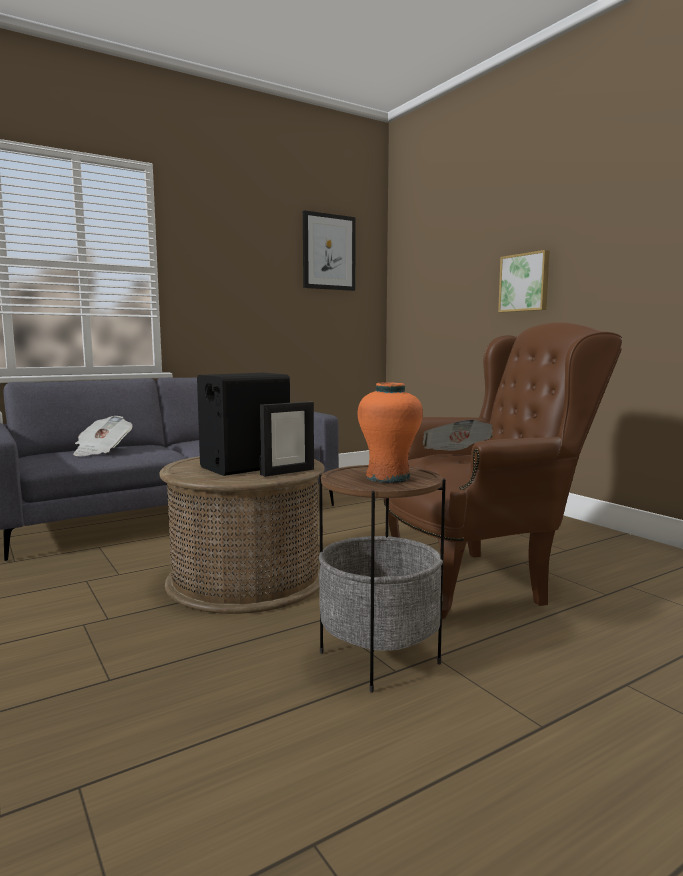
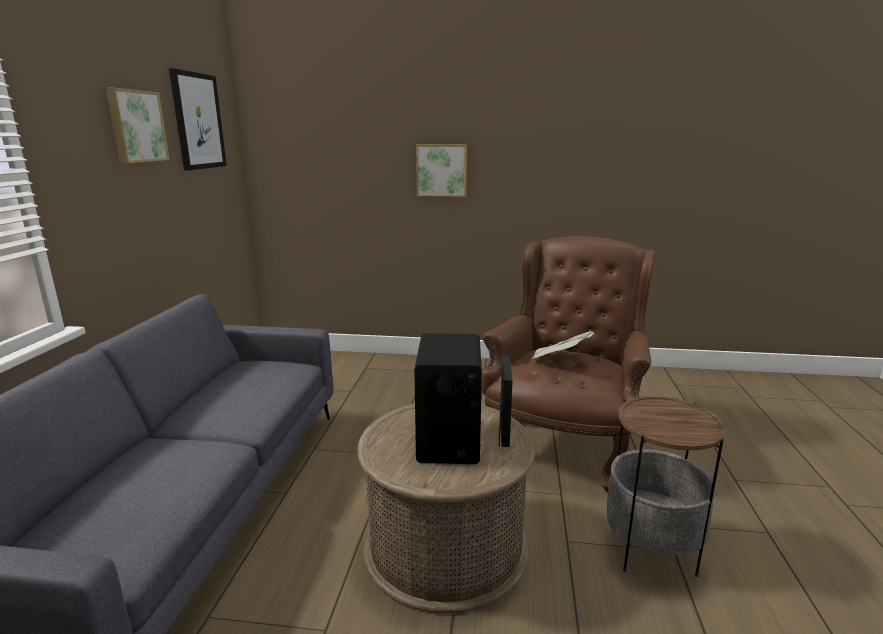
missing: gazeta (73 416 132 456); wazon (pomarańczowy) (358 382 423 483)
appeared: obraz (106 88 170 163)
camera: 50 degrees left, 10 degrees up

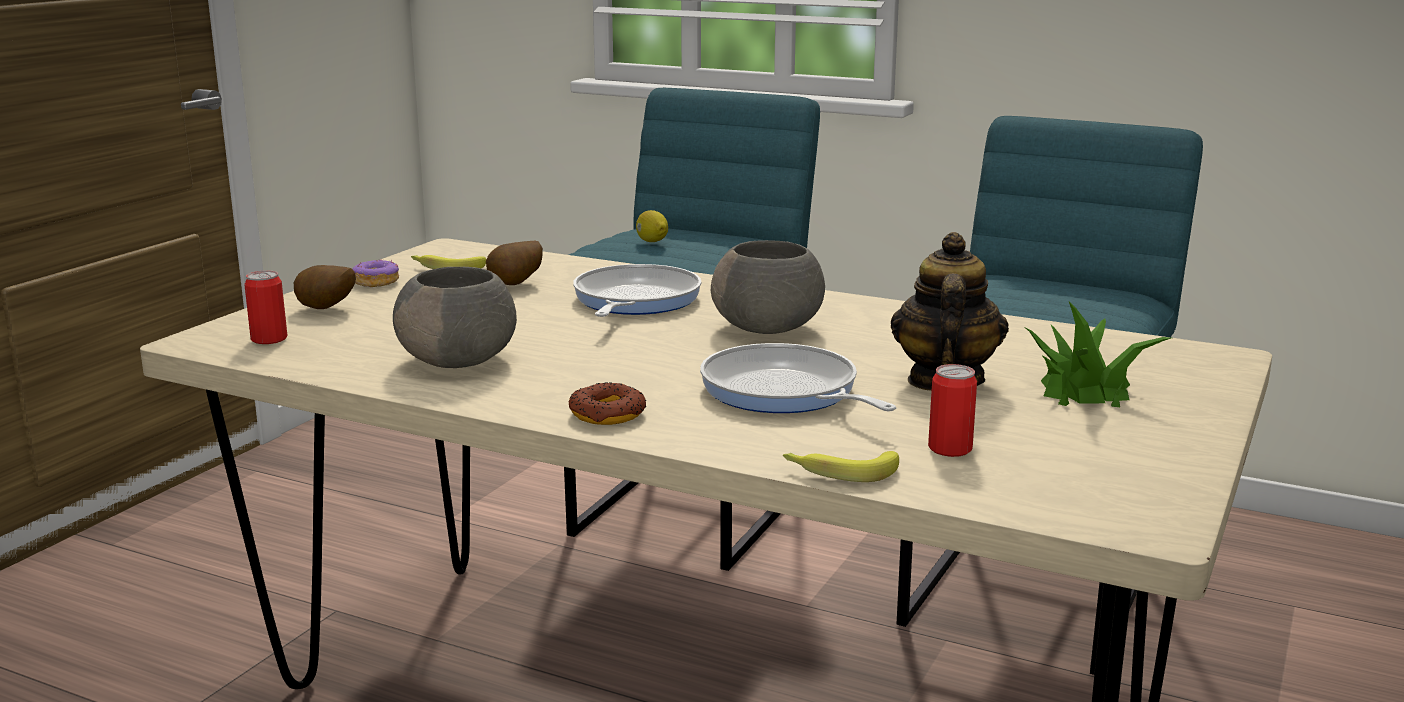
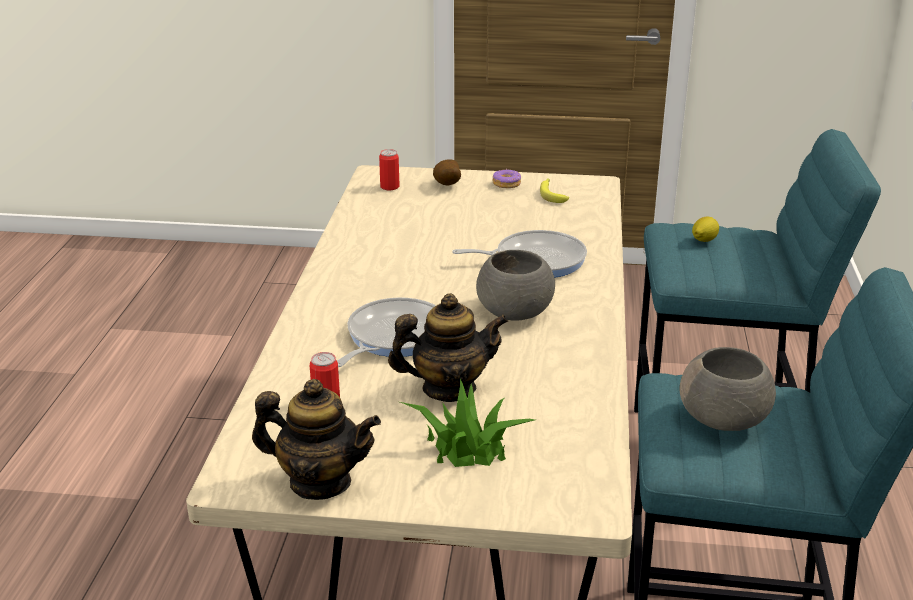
missing: ziemniak (486 241 543 285); donut (569 382 646 425); banan (783 451 899 482)
appeared: imbryk (252 379 381 500)
relocated: miska (szary) (393 267 517 368) to (680 347 776 431)
camera: 70 degrees right, 10 degrees up

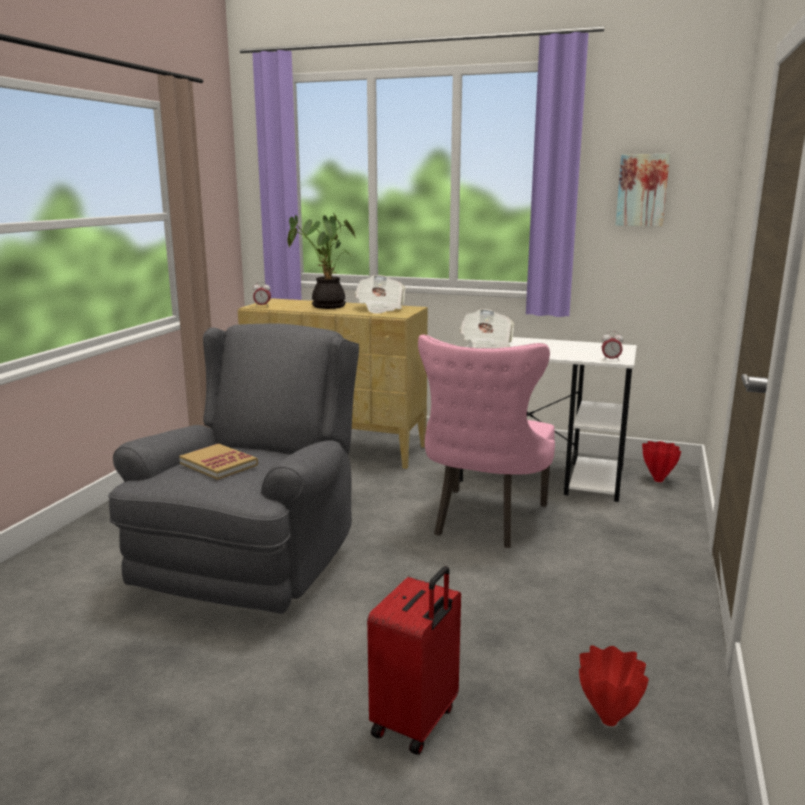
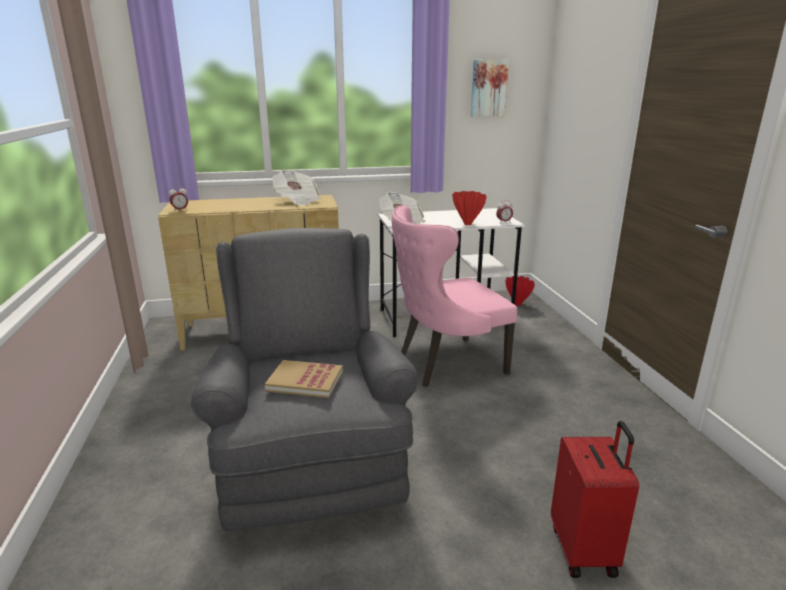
missing: roślina doniczkowa (287 213 355 309)
relocated: wazon (czerwony) (579 645 649 726) to (452 191 487 225)
spun: krzesło (różowy) (418 334 555 548) = (392 205 517 387) 75 degrees clockwise
camera: 30 degrees left, 5 degrees up

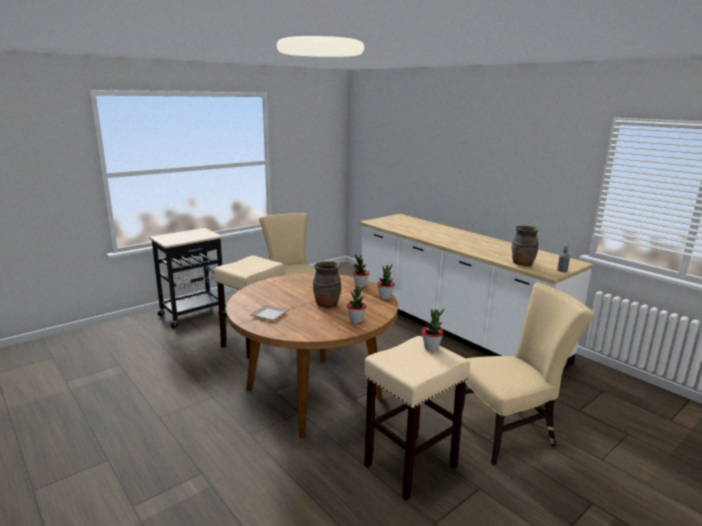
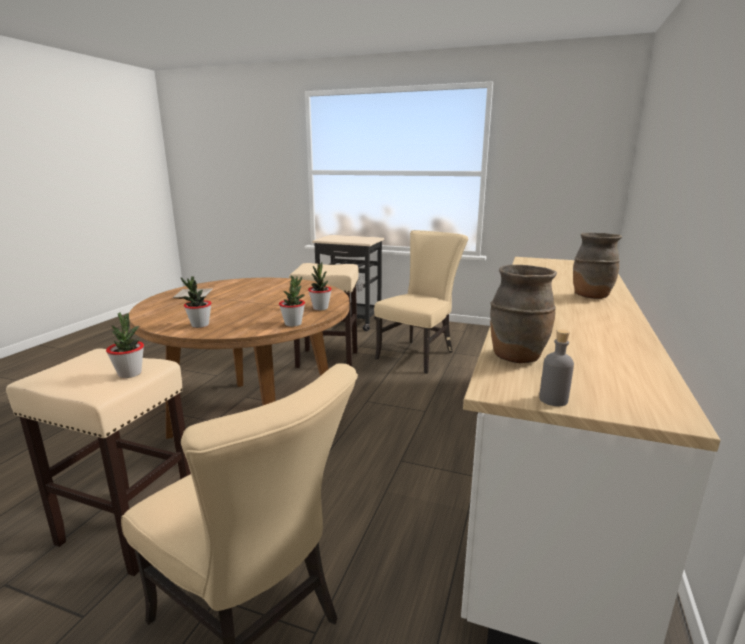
relocated: wazon (brązowy) (313 261 341 307) to (573 233 622 299)
camera: 60 degrees right, 0 degrees up

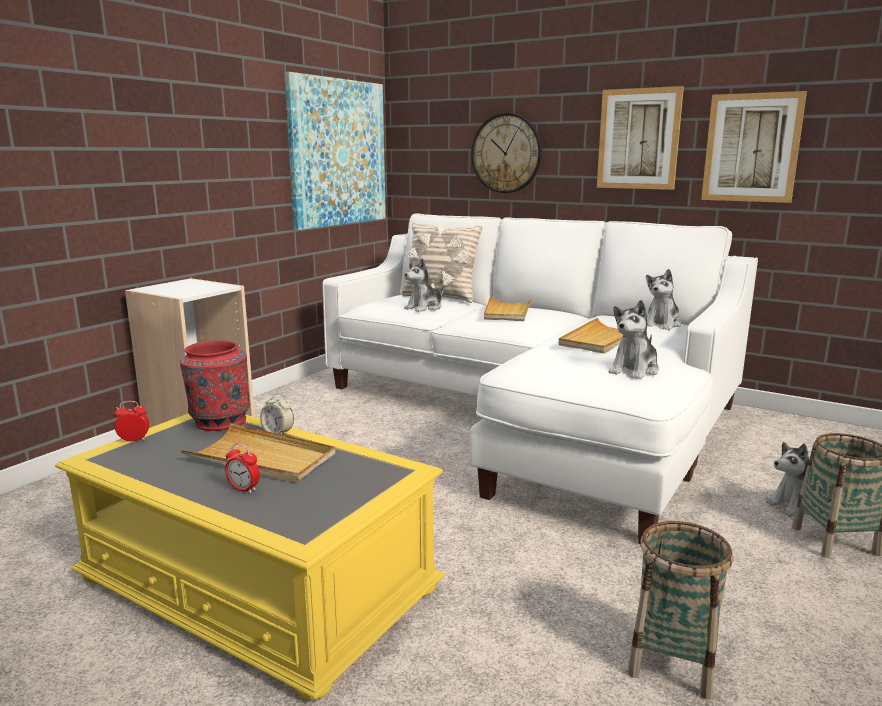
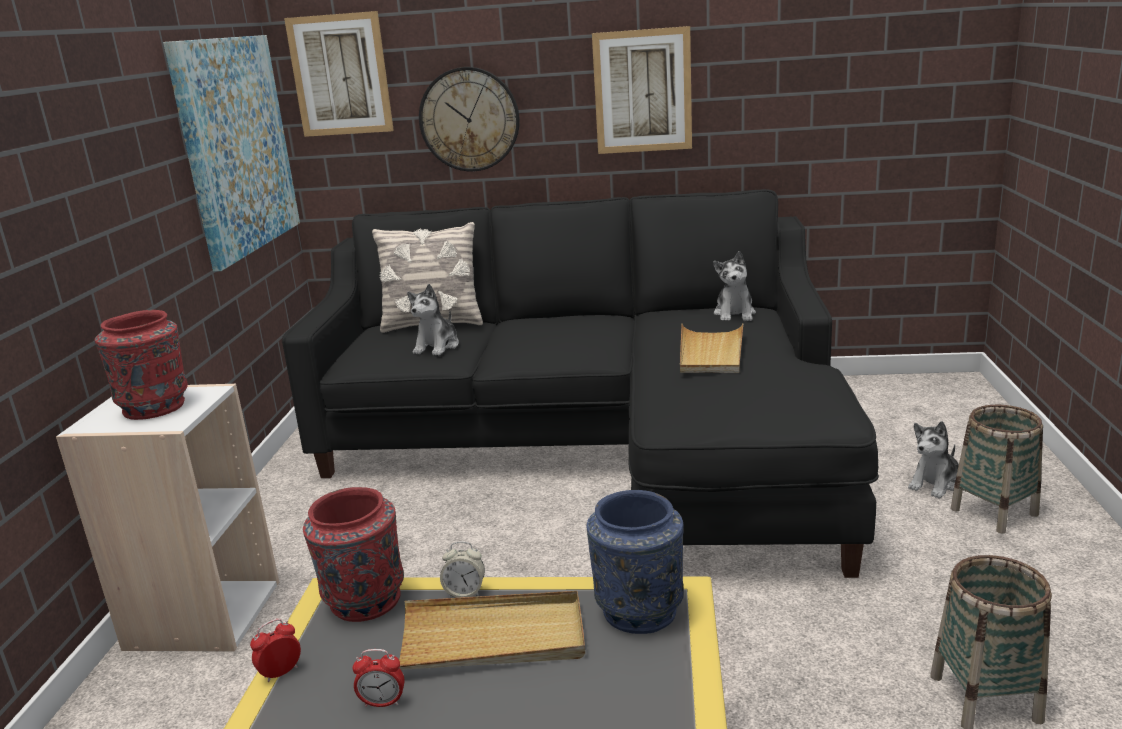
missing: taca (beżowy) (484 296 533 321); pluszak (609 300 659 379)
appeared: wazon (czerwony) (94 310 188 420); wazon (niebieski) (586 490 684 634)
relocated: budzik (225 444 260 494) to (352 649 405 707); obraz (701 91 807 203) to (284 11 394 137)
colour: kanapa (biały) (322 213 758 544) to kanapa (czarny) (282 189 879 578)
camera: 25 degrees left, 5 degrees up

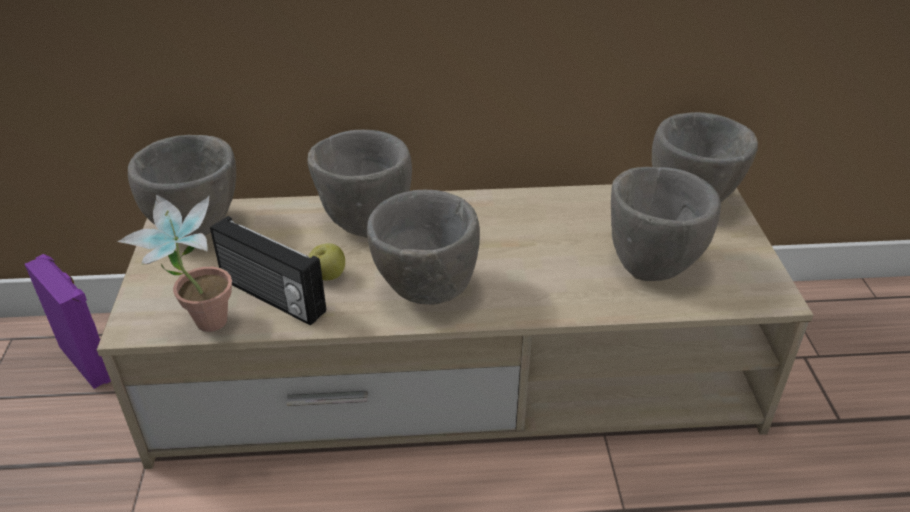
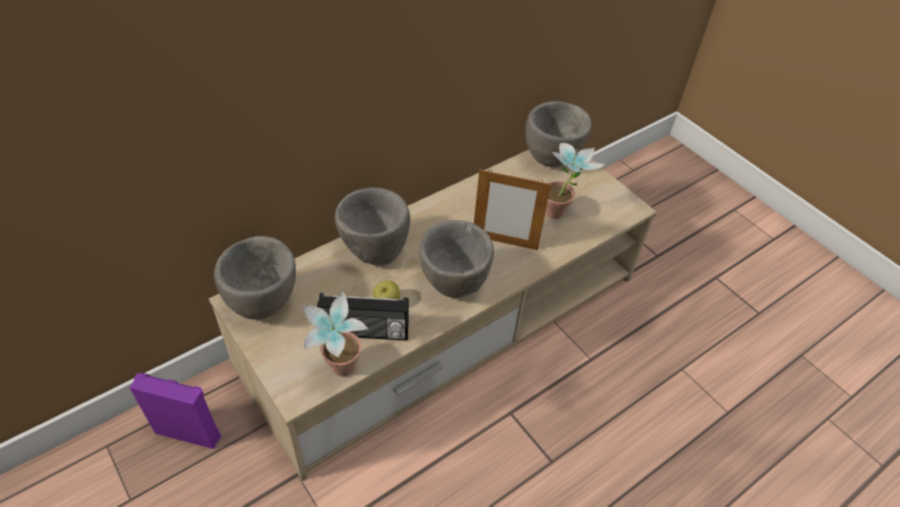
appeared: ramka na zdjęcie (474 169 551 250)
exchanged: miska (szary) (611 167 721 281) to roślina doniczkowa (545 143 604 219)
camera: 35 degrees left, 10 degrees up

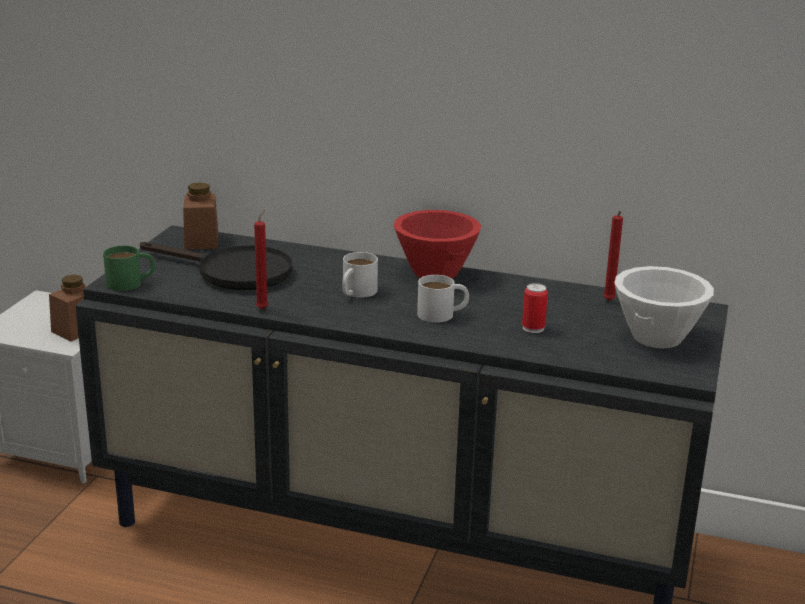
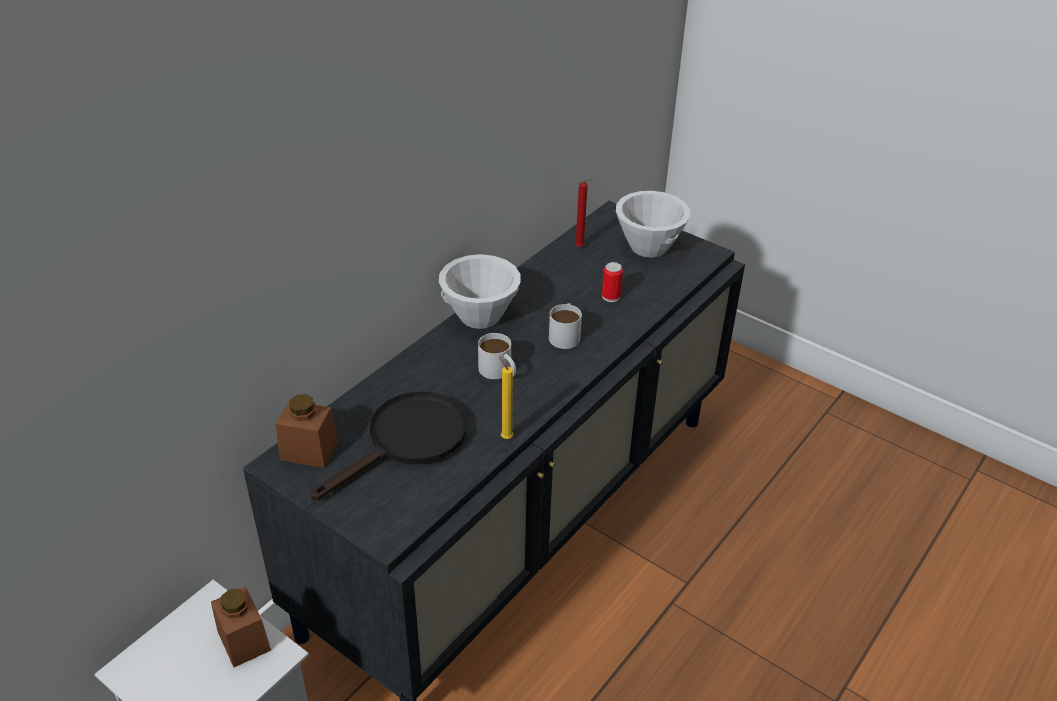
missing: kubek (zielony) (103 246 155 291)
colour: świeca (czerwony) (254 210 269 310) to świeca (żółty) (499 356 513 439); miska (czerwony) (393 210 481 279) to miska (biały) (439 254 521 329)
camera: 70 degrees left, 15 degrees up

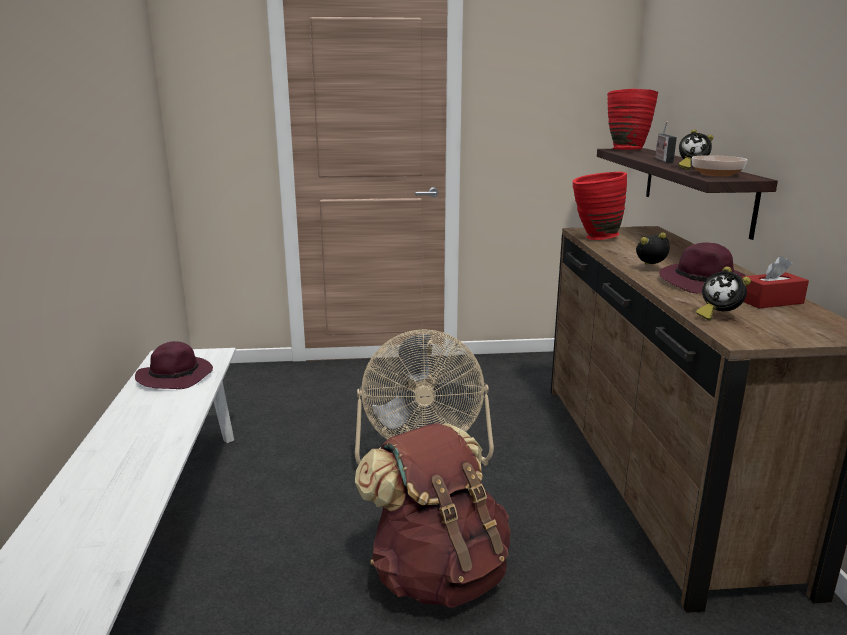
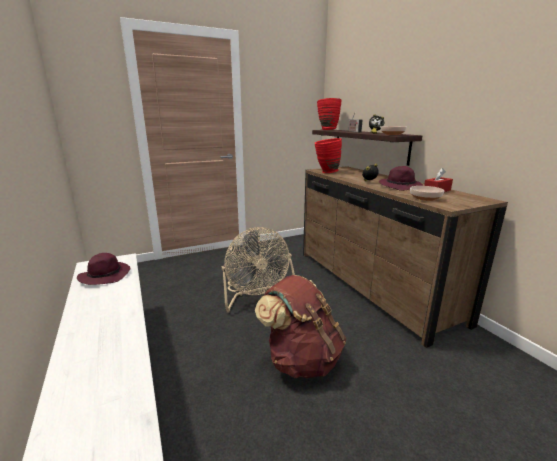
exchanged: budzik (696 266 751 321) to miska (410 186 445 201)
camera: 20 degrees left, 0 degrees up

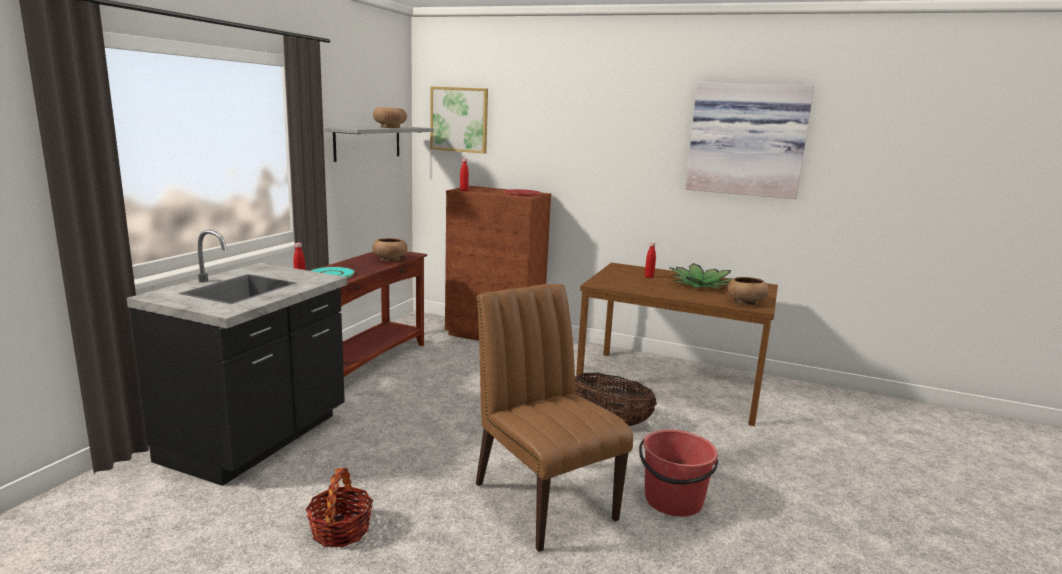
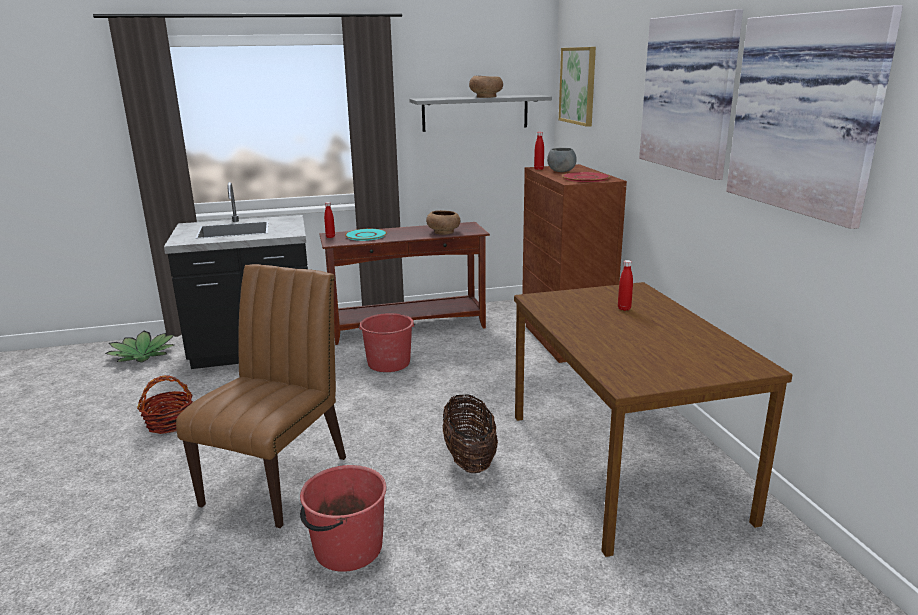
missing: miska (brązowy) (727 277 769 306)
appeared: wiadro (czerwony) (358 313 415 372); miska (szary) (547 148 577 172); obraz (639 9 743 180)
relocated: roślina doniczkowa (668 263 733 289) to (105 331 175 362)
camera: 55 degrees right, 5 degrees up

